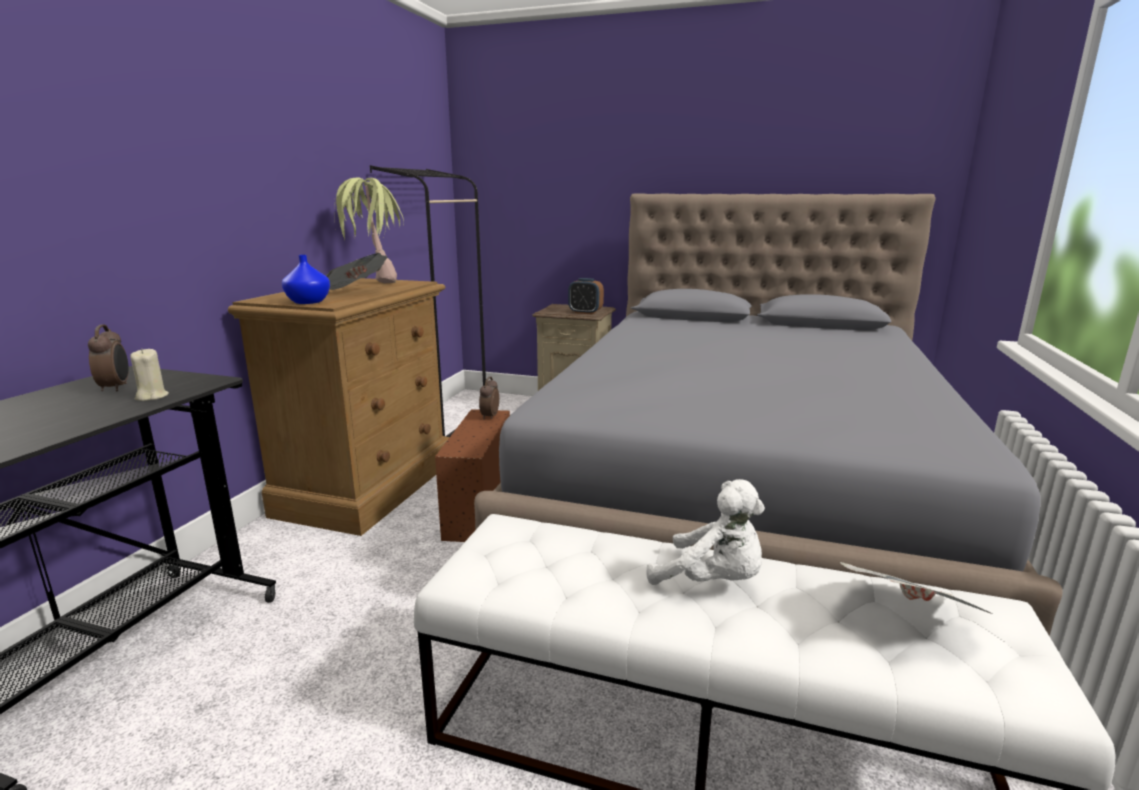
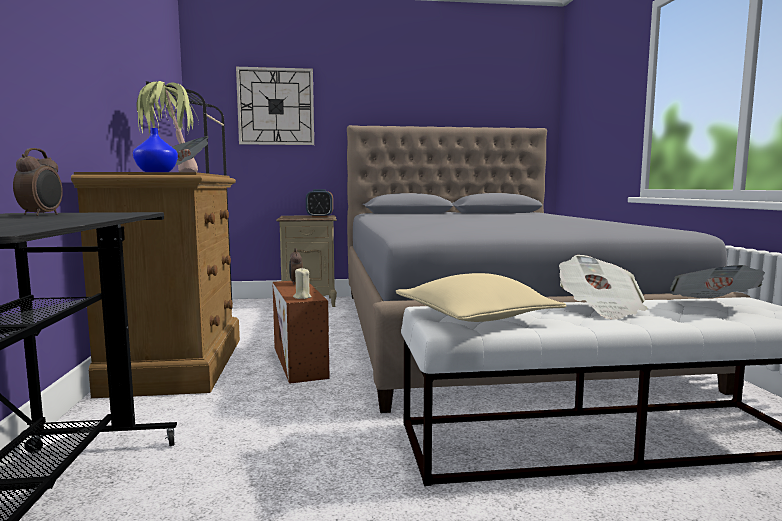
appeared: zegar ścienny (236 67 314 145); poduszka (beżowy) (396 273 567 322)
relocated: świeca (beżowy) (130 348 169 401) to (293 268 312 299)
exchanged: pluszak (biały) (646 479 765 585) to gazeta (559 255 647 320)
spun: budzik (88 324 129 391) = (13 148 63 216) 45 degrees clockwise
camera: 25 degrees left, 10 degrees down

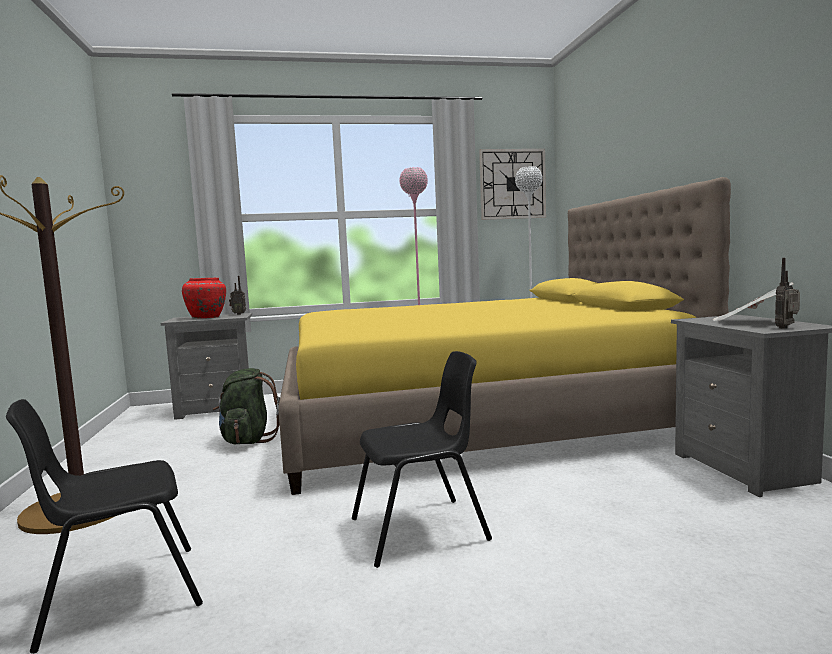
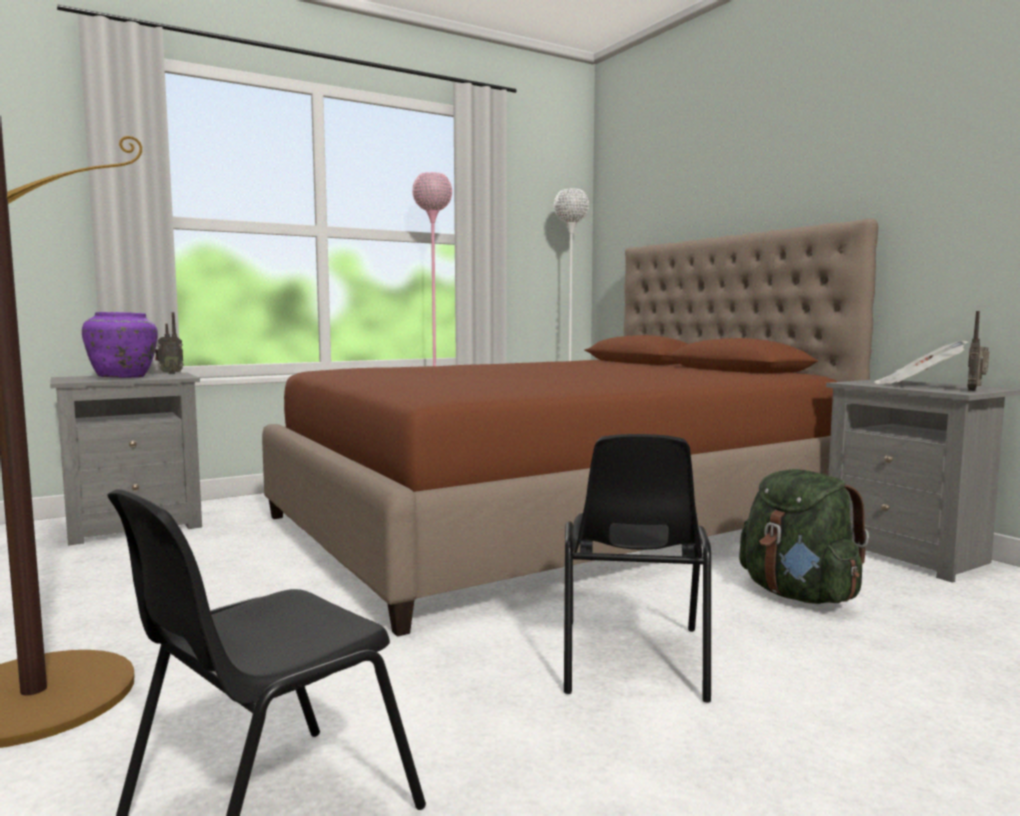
missing: zegar ścienny (479 149 546 220)
relocated: plecak (zielony) (213 368 280 444) to (739 469 869 604)
colour: wazon (czerwony) (182 278 226 318) to wazon (fioletowy) (82 312 158 378); łóżko (żółty) (278 177 731 495) to łóżko (brązowy) (262 218 878 637)
spun: krzesło (czarny) (352 351 492 568) = (564 434 711 703) 135 degrees clockwise
camera: 20 degrees left, 0 degrees up

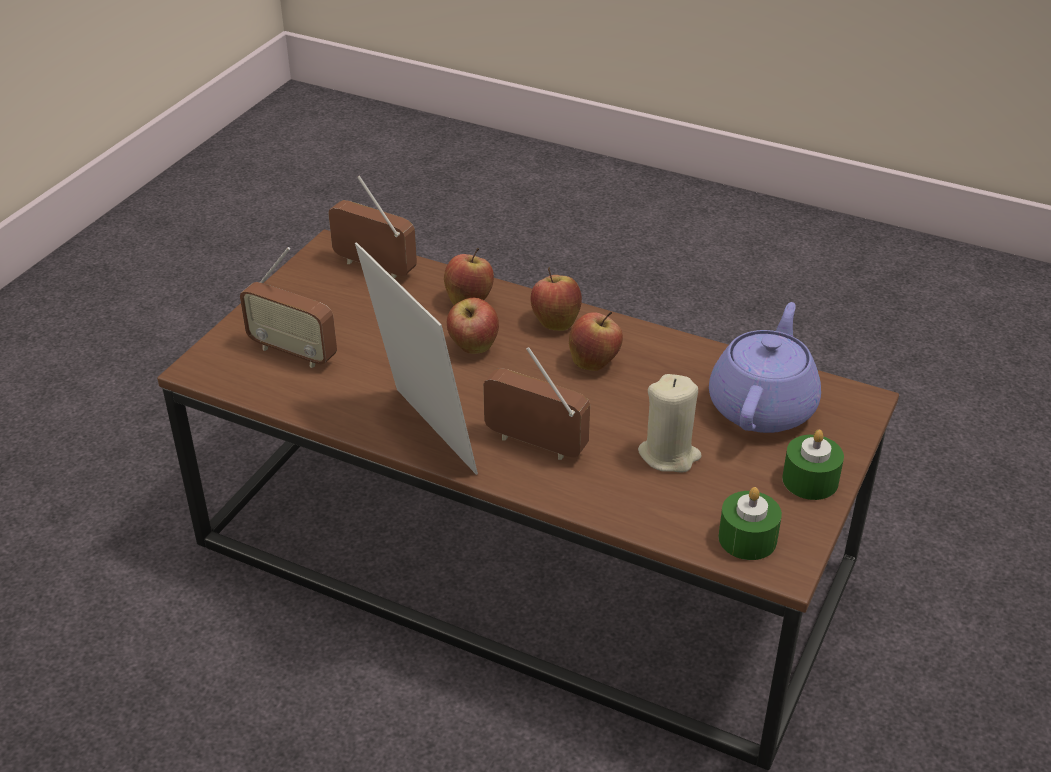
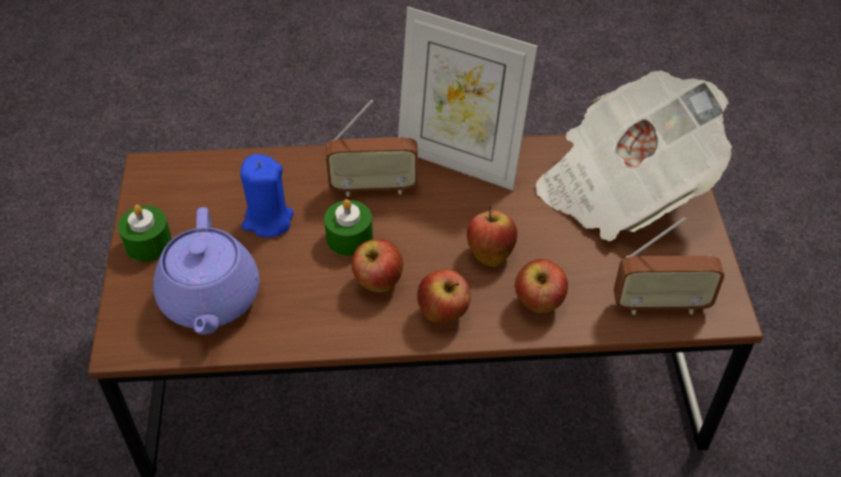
relocated: świeca (zielony) (718 487 782 560) to (324 199 373 256)
exchanged: radio (240 247 337 368) to gazeta (536 70 732 242)
colour: świeca (beżowy) (638 374 702 473) to świeca (niebieski) (240 154 294 237)
camera: 150 degrees right, 10 degrees up

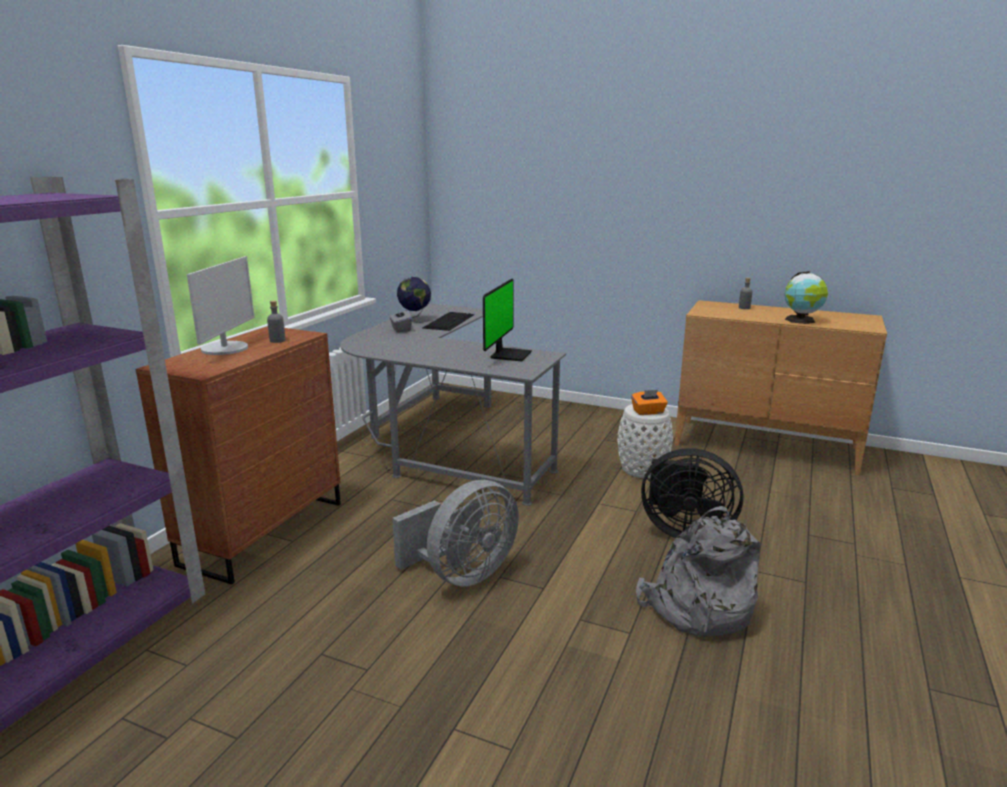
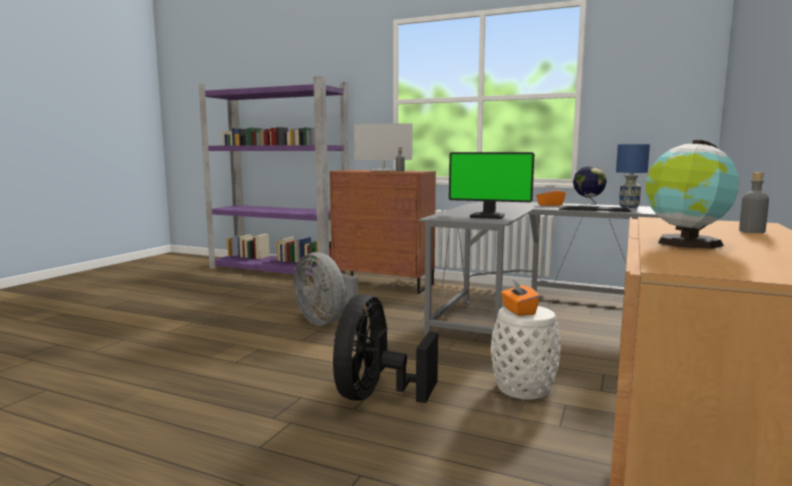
missing: plecak (szary) (636 506 761 637)
appeared: lampa stołowa (niebieski) (616 144 650 208)
colour: pudełko chusteczek (szary) (389 309 412 332) to pudełko chusteczek (pomarańczowy) (536 185 566 206)
camera: 90 degrees right, 10 degrees down

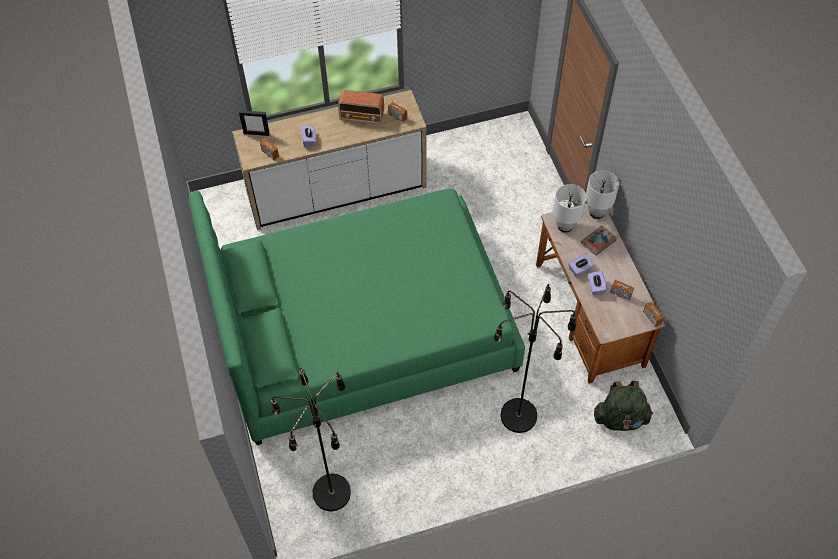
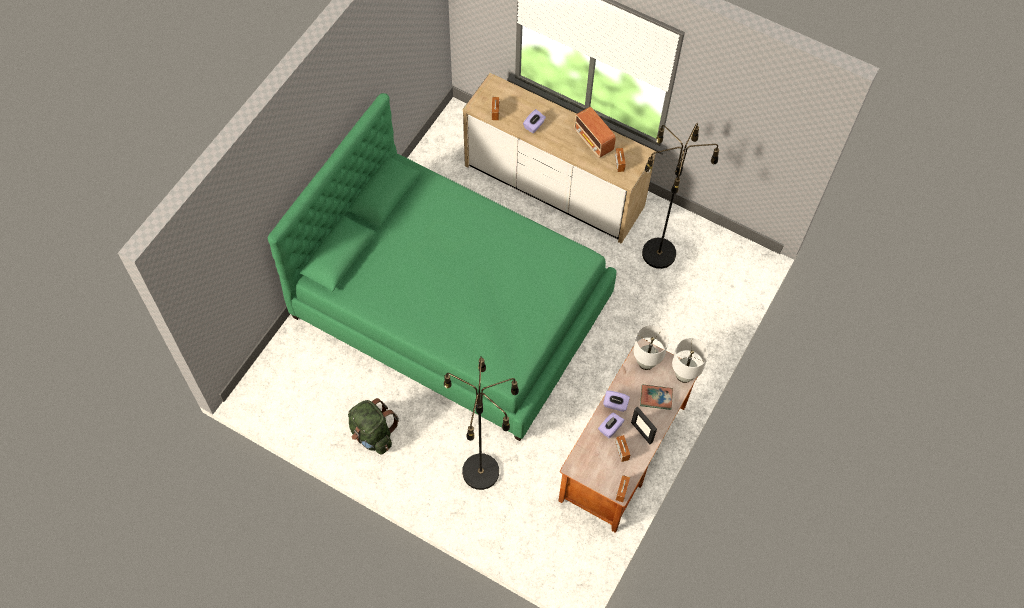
relocated: ramka na zdjęcie (239 110 270 136) to (631 407 657 444); lampa stojąca (271 368 351 512) to (642 123 719 269); plecak (zielony) (594 381 653 431) to (348 398 399 454)
camera: 45 degrees right, 5 degrees up

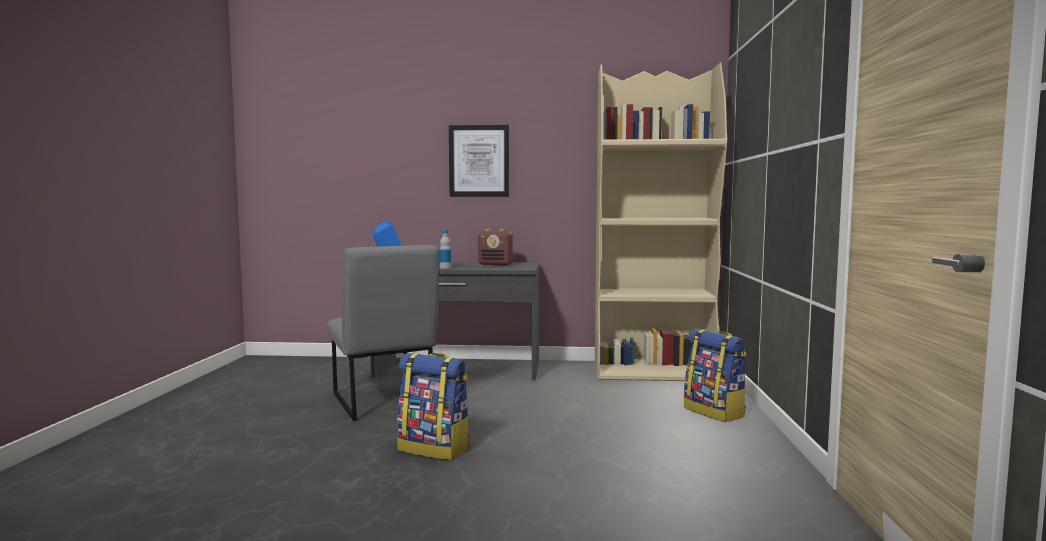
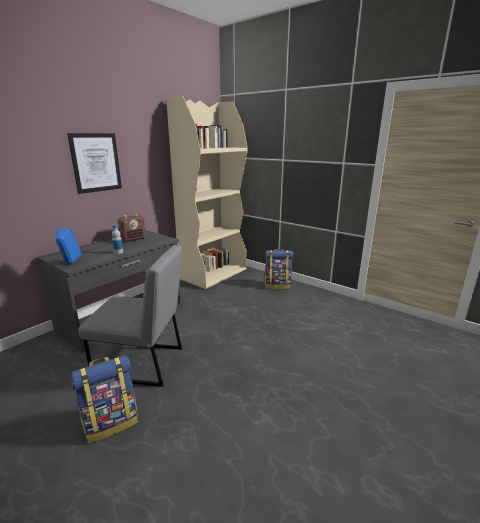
relocated: plecak (397 353 470 460) to (71 355 138 443)
camera: 55 degrees left, 15 degrees up

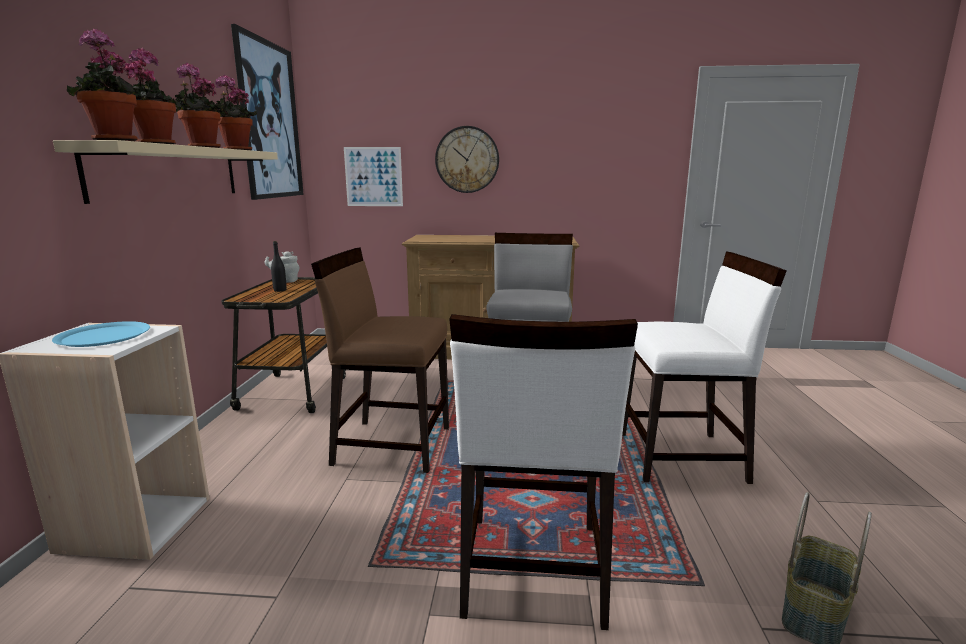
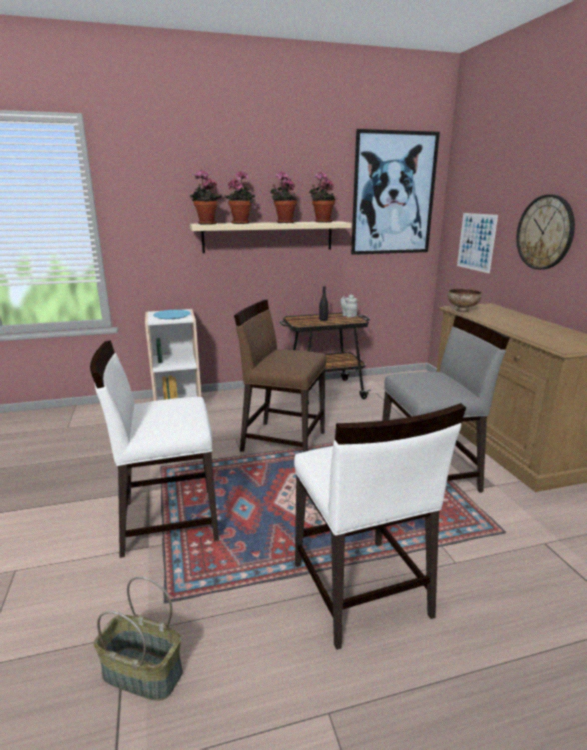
appeared: miska (448 289 482 312)
spun: krzesło (brązowy) (311 247 449 473) = (234 300 326 452) 60 degrees counterclockwise
camera: 70 degrees right, 5 degrees up

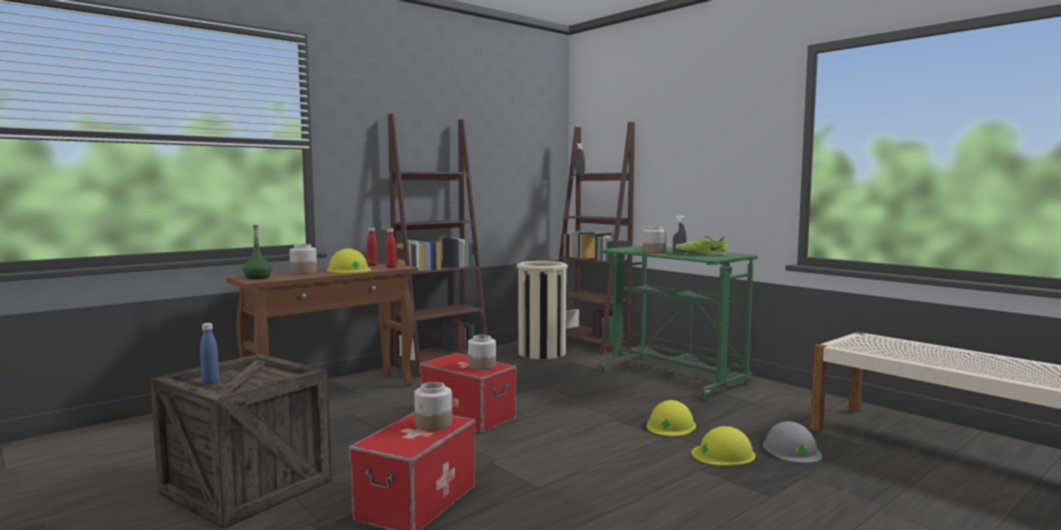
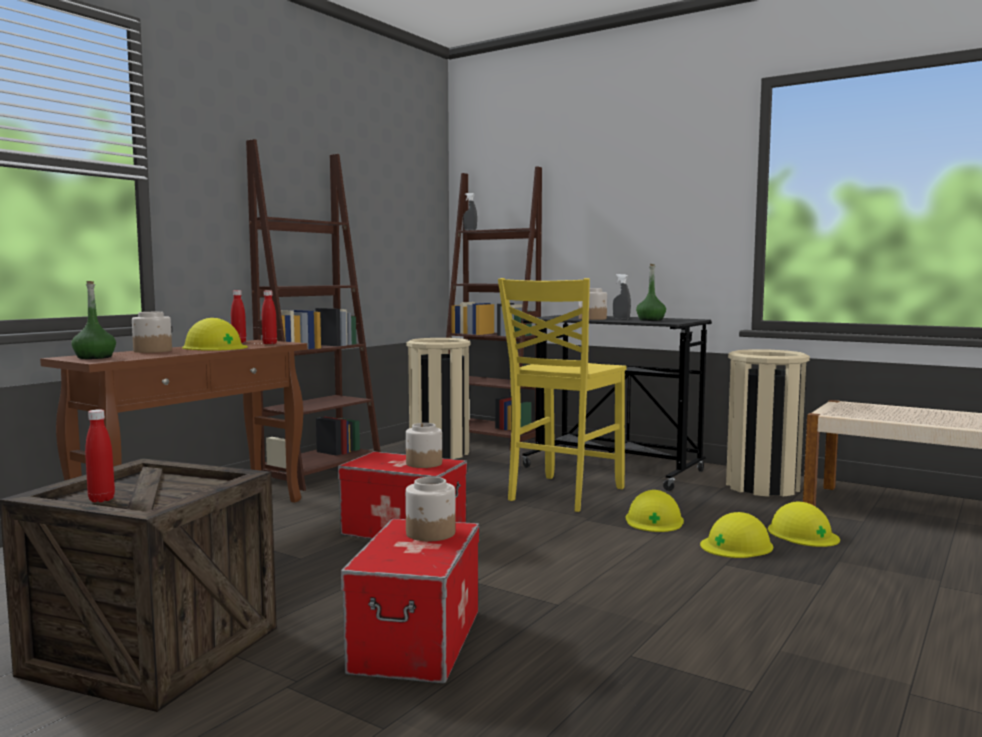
appeared: krzesło (żółty) (498 278 626 512); kosz na śmieci (beżowy) (726 349 810 497)
exchanged: but (675 236 727 256) to butelka (zielony) (636 264 666 321)
colour: butelka (niebieski) (200 323 219 385) to butelka (czerwony) (85 409 115 502); biurko (zielony) (598 246 758 401) to biurko (czarny) (522 315 712 491); kask (szary) (763 421 822 464) to kask (żółty) (768 502 840 547)
camera: 15 degrees left, 0 degrees up

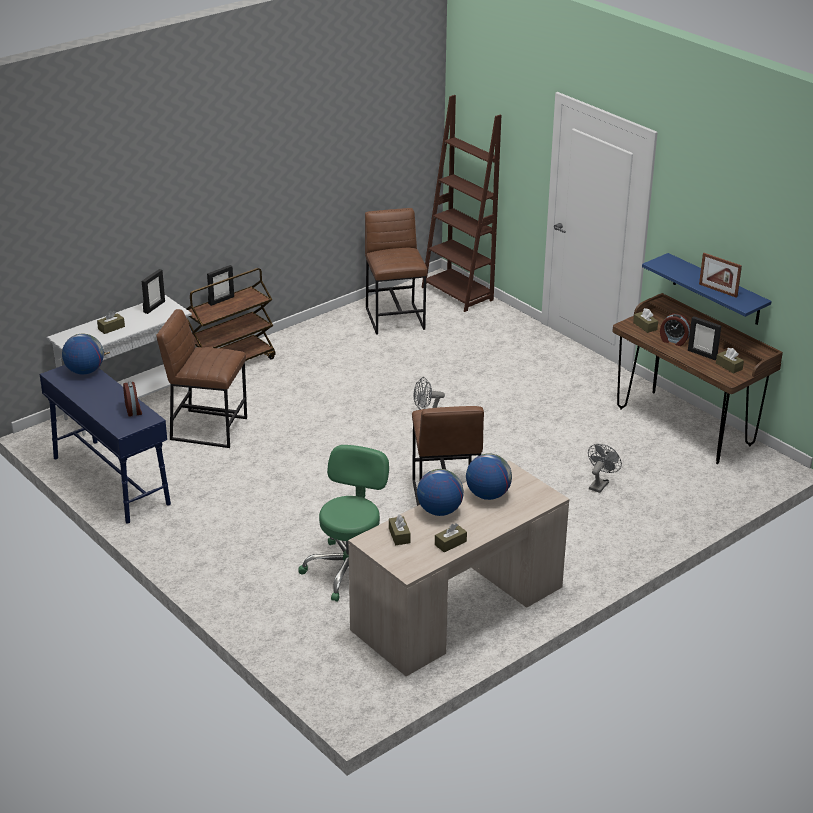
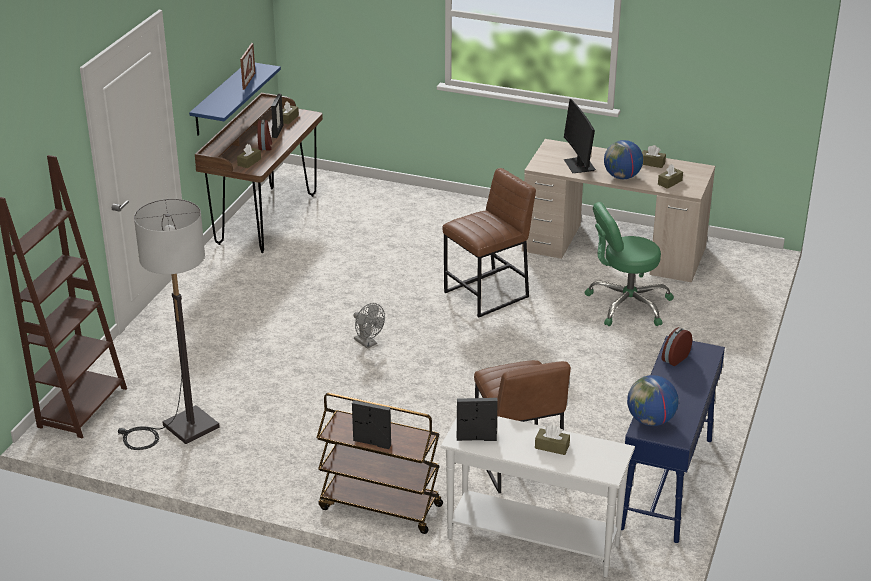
missing: wentylator (szary) (588 444 622 493)
exchanged: krzesło (brązowy) (365 208 427 335) to lampa stojąca (118 199 220 450); globus (466 453 512 500) to monitor (563 99 596 173)
camera: 120 degrees left, 0 degrees up

